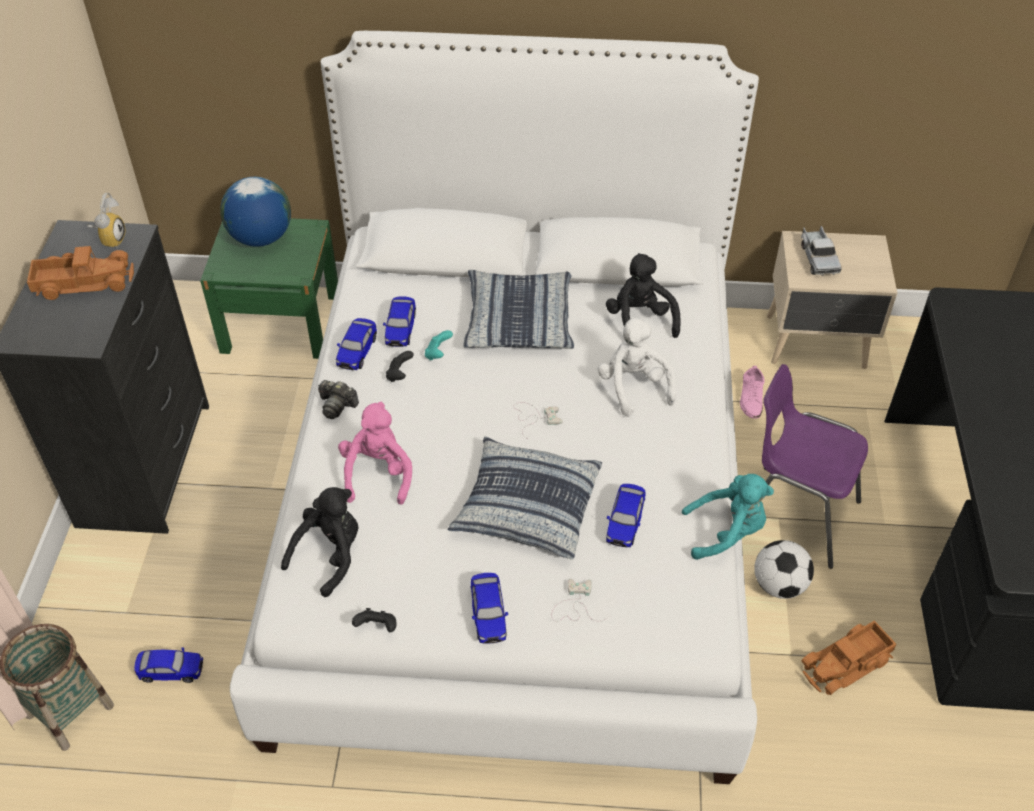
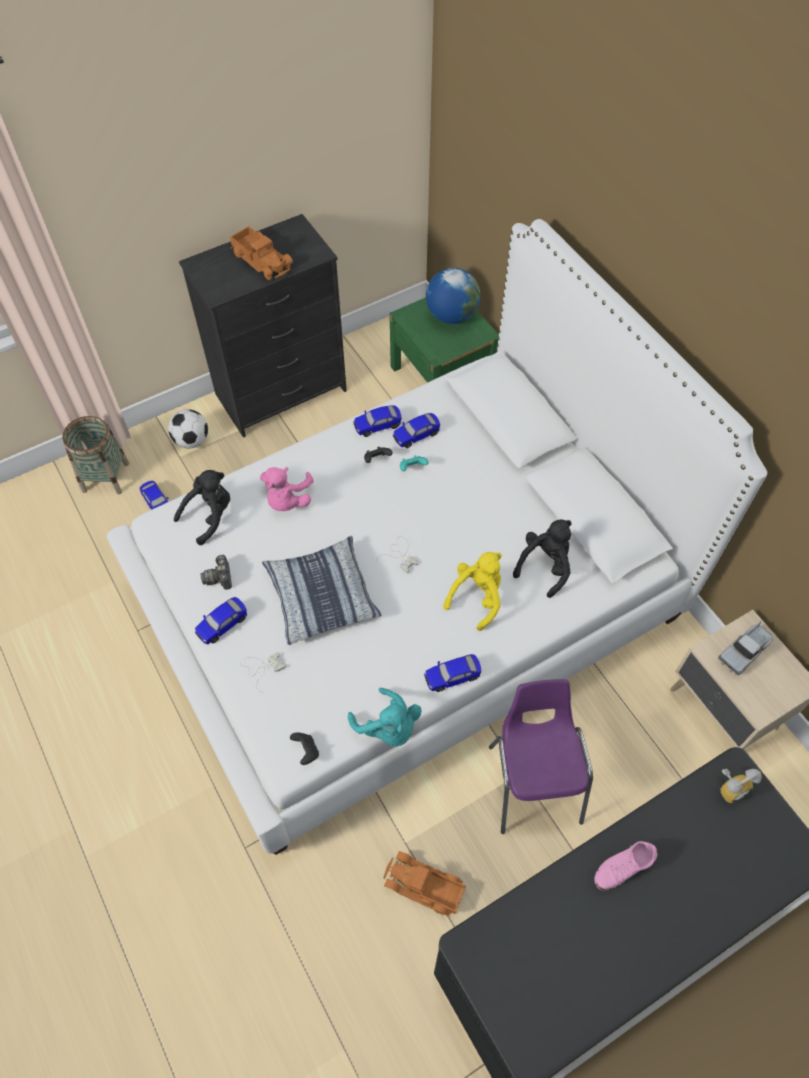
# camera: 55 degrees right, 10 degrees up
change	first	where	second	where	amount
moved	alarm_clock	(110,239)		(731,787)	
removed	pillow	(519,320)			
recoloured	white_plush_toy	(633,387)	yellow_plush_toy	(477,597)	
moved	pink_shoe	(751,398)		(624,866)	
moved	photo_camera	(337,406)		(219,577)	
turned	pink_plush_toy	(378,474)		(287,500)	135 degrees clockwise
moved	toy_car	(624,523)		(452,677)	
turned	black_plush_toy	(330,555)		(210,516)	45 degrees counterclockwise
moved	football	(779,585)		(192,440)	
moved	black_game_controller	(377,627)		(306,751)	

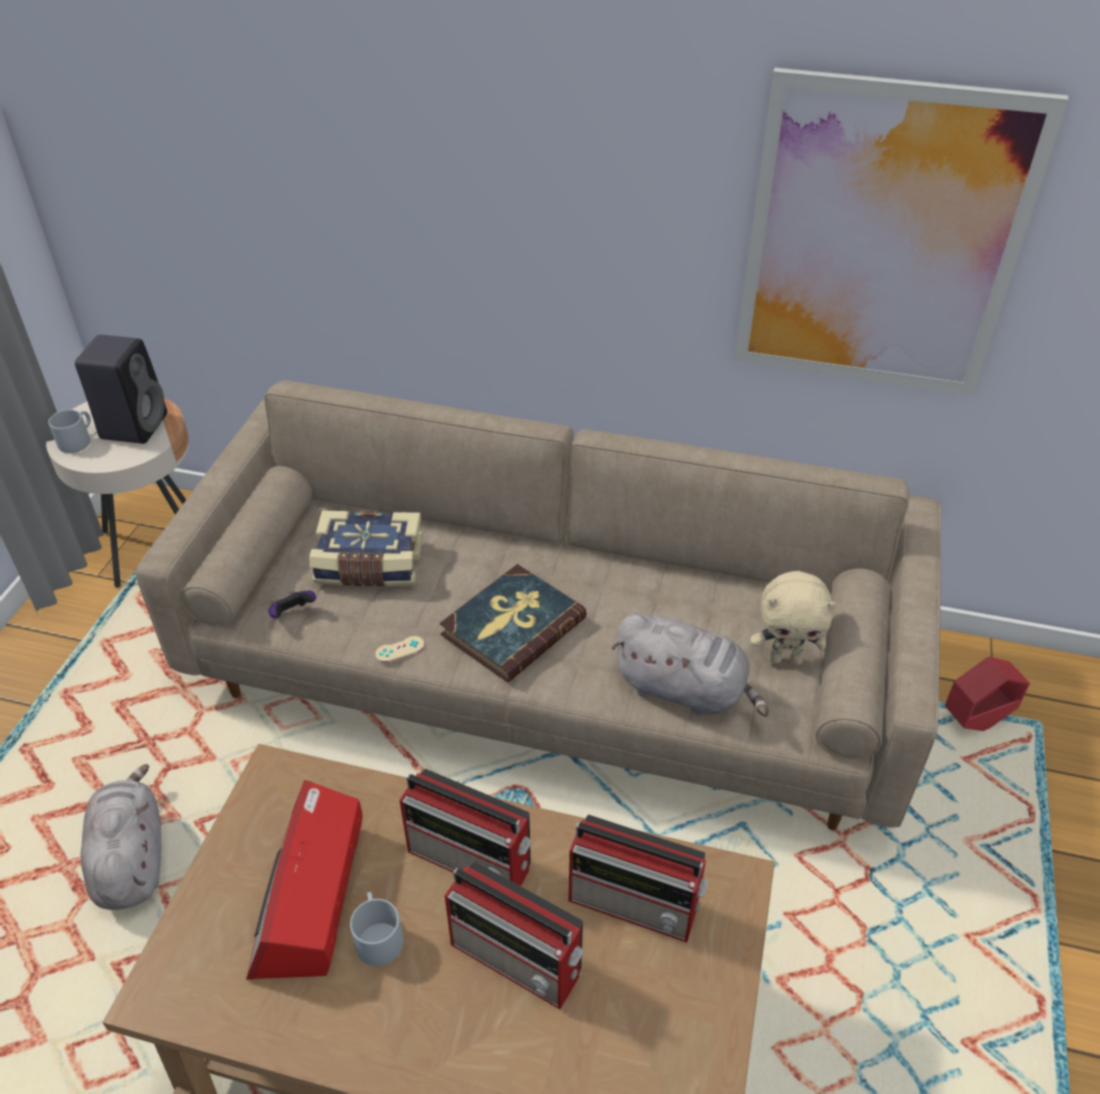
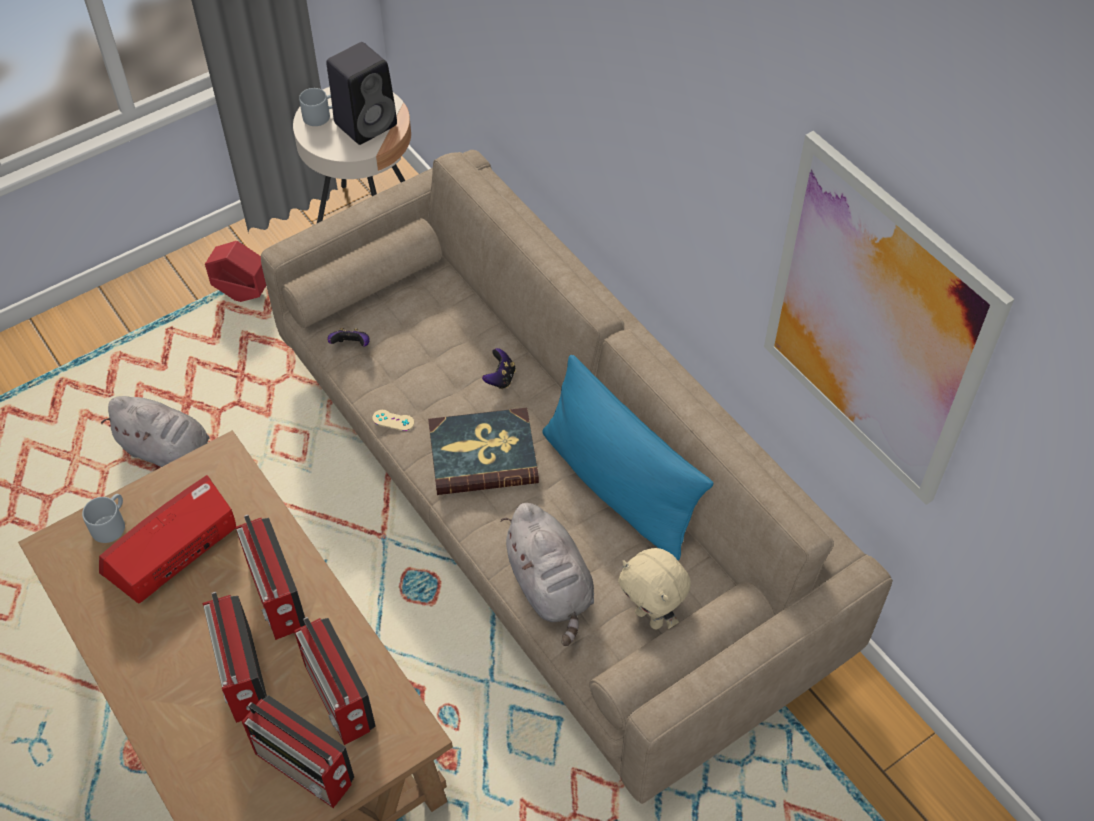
# camera: 40 degrees right, 10 degrees up
change	first	where	second	where	amount
removed	book	(369,565)			
moved	red_planter	(975,720)		(243,293)	
turned	grey_plush_toy	(131,859)		(169,452)	90 degrees clockwise
moved	grey_mug	(377,936)		(111,523)	
added			game_controller	(500,378)	
added			blue_pillow	(618,487)	
added			radio	(306,769)	

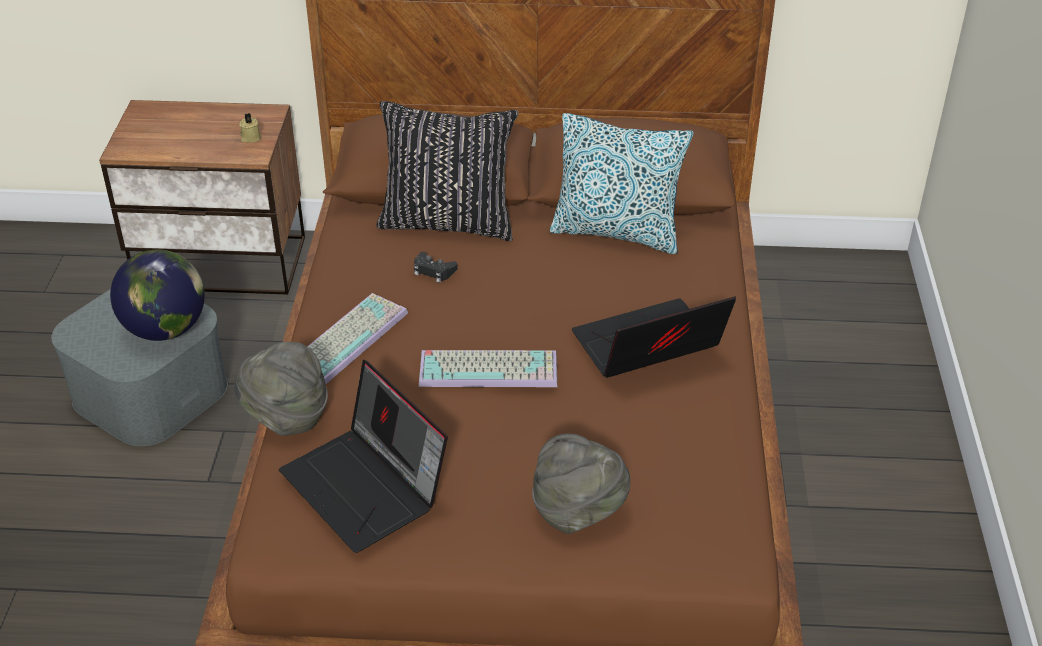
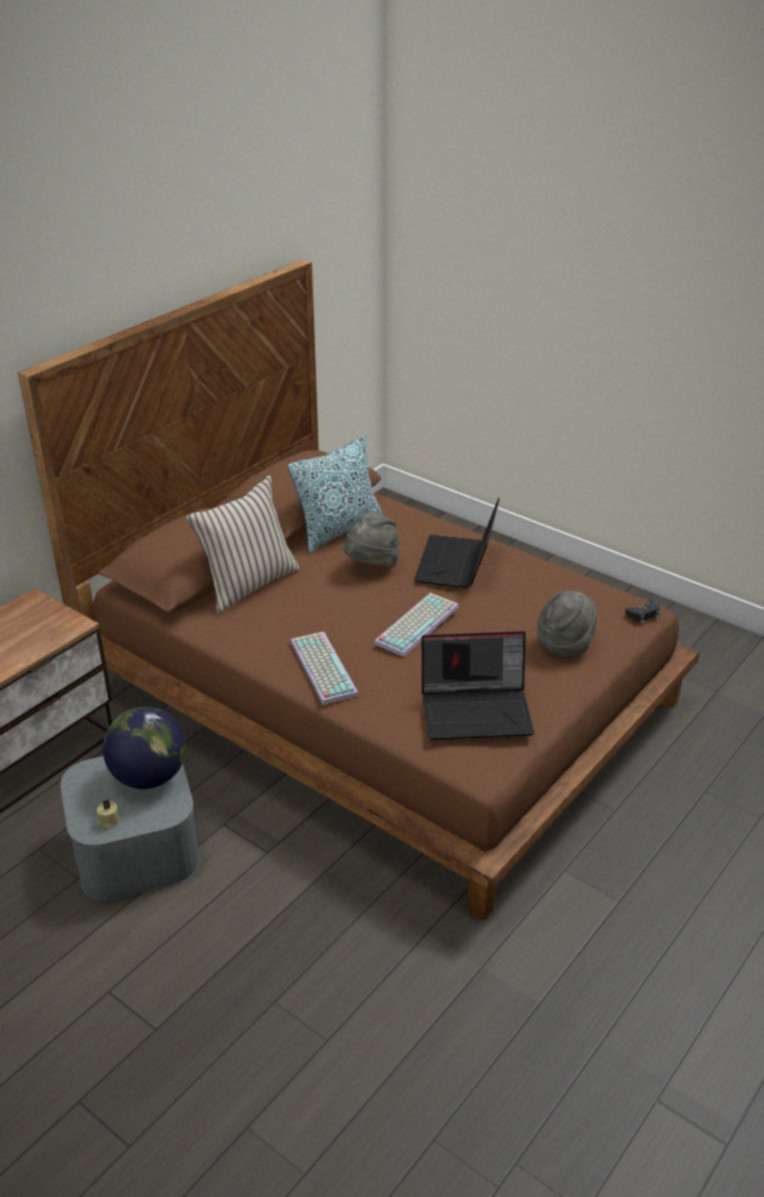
# camera: 55 degrees left, 5 degrees down
change	first	where	second	where	amount
recoloured	black_pillow	(448,222)	beige_pillow	(248,584)	
moved	beige_candle	(250,137)		(108,821)	
moved	black_game_controller	(433,271)		(643,615)	
moved	grey_hat	(286,417)		(372,565)	

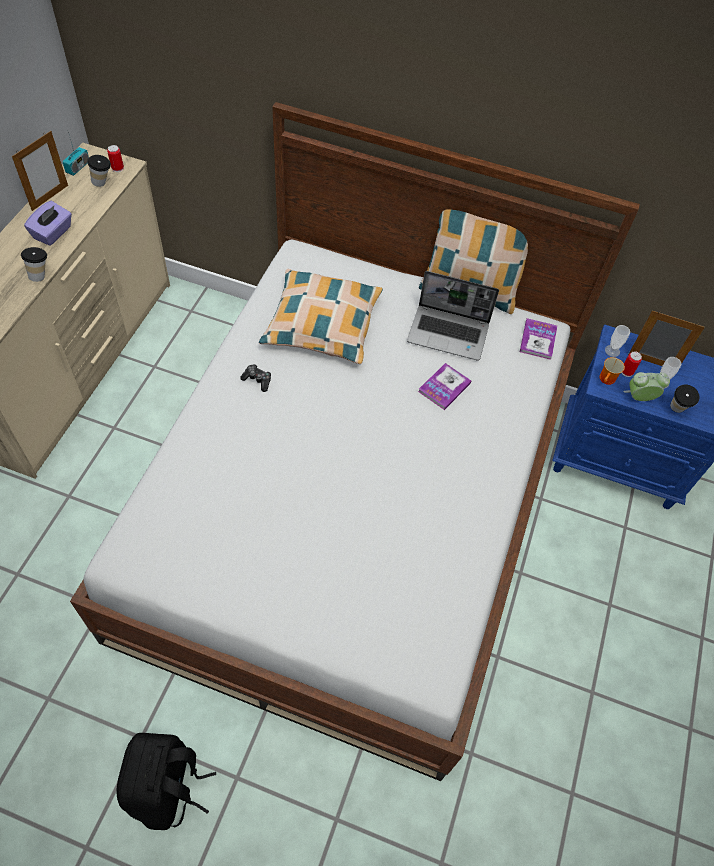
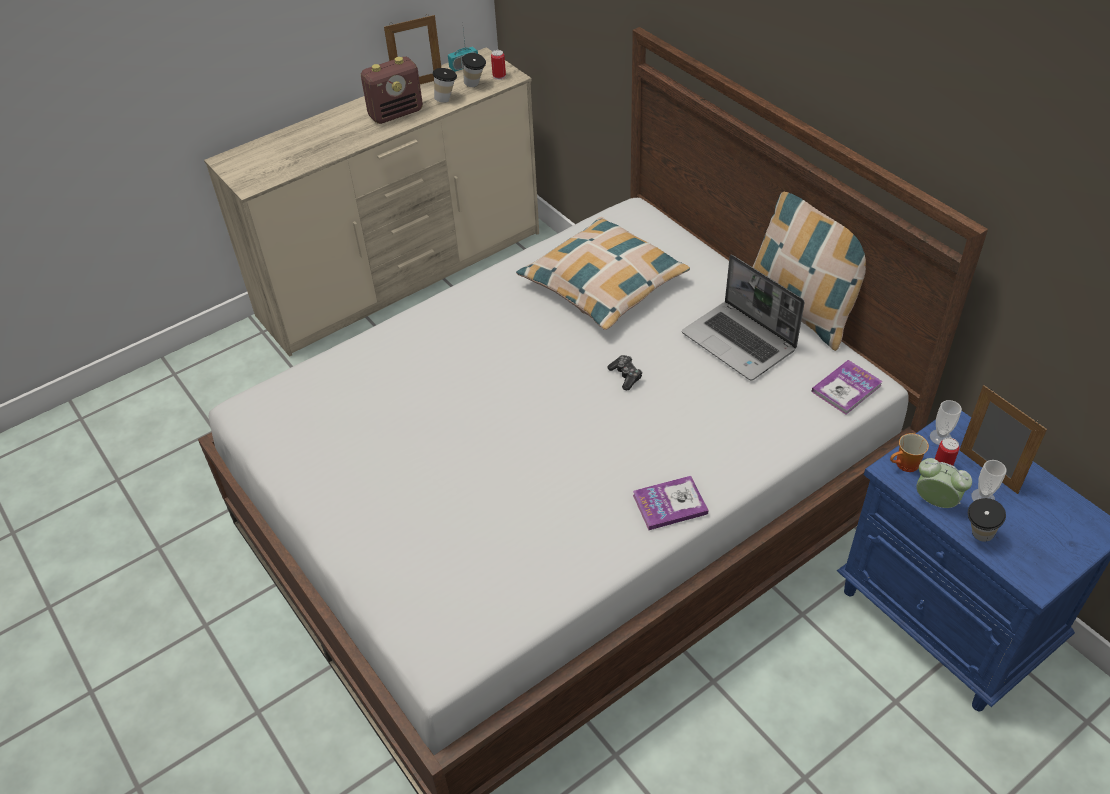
# camera: 40 degrees right, 10 degrees down
change	first	where	second	where	amount
replaced	purple_tissue_box	(53,233)	radio	(396,113)	
moved	cup	(41,275)		(447,99)	
moved	book	(444,387)		(670,504)	
moved	game_controller	(257,380)		(625,376)	
removed	black_backpack	(169,788)			

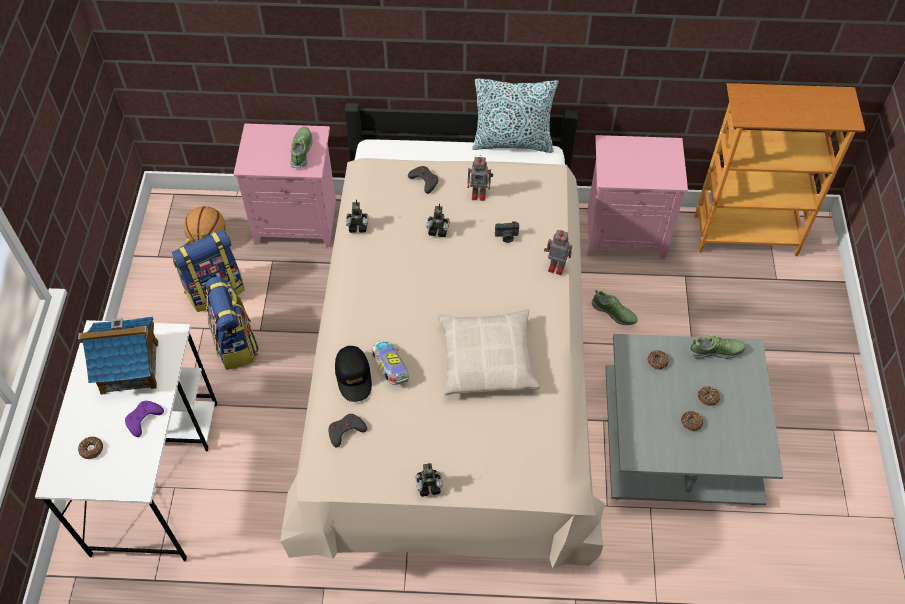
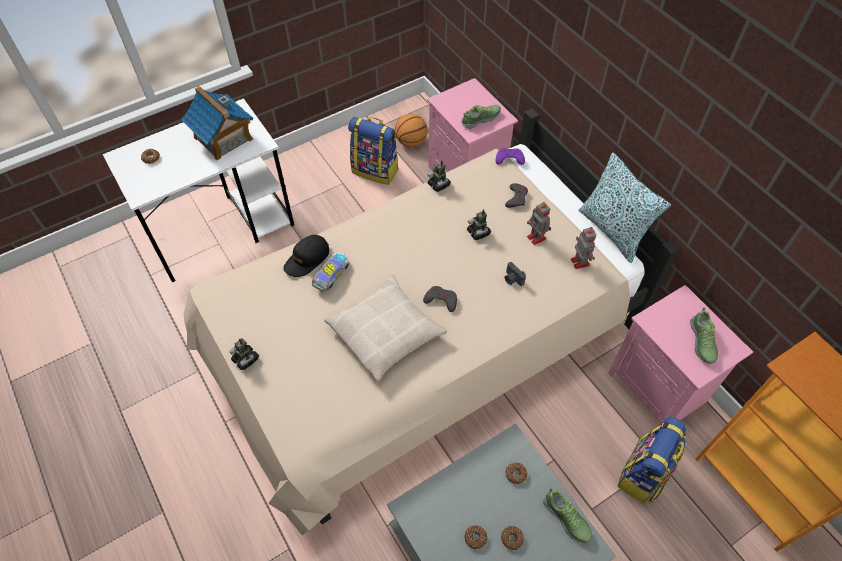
# camera: 55 degrees right, 0 degrees up
change	first	where	second	where	amount
moved	toy_robot	(555,266)		(579,261)	
moved	backpack	(236,344)		(644,474)	
moved	shoe	(614,313)		(702,342)	
moved	purple_game_controller	(143,419)		(509,159)	
moved	grey_game_controller	(346,431)		(441,300)	

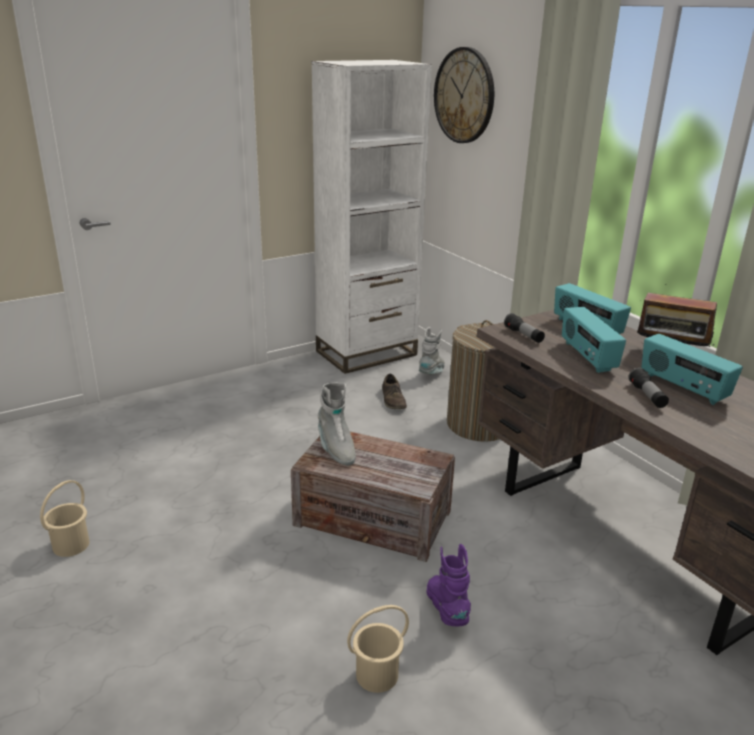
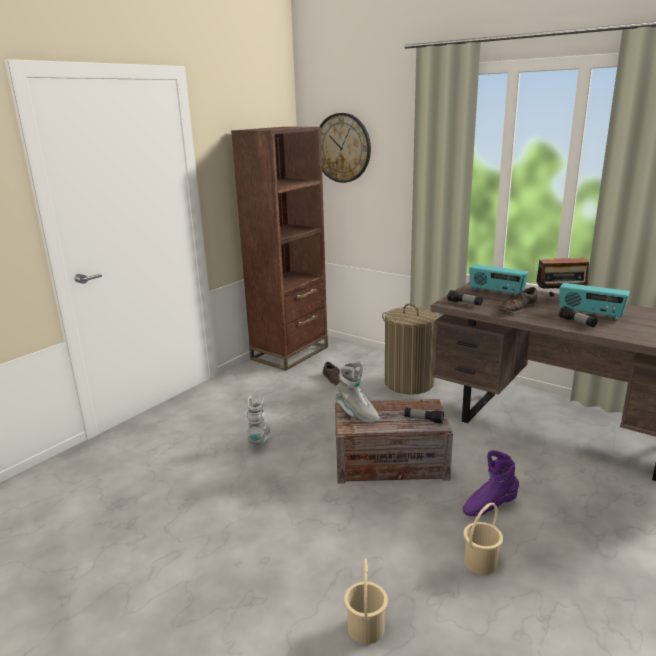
# camera: 20 degrees left, 5 degrees down
change	first	where	second	where	amount
recoloured	white_bookcase	(366,353)	brown_bookcase	(290,353)	
replaced	radio	(587,357)	brown_shoe	(517,308)	
moved	grey_boot	(432,373)		(260,440)	
moved	beige_bucket	(70,545)		(365,628)	
turned	purple_boot	(447,610)		(489,506)	75 degrees counterclockwise
added			flashlight	(423,420)	

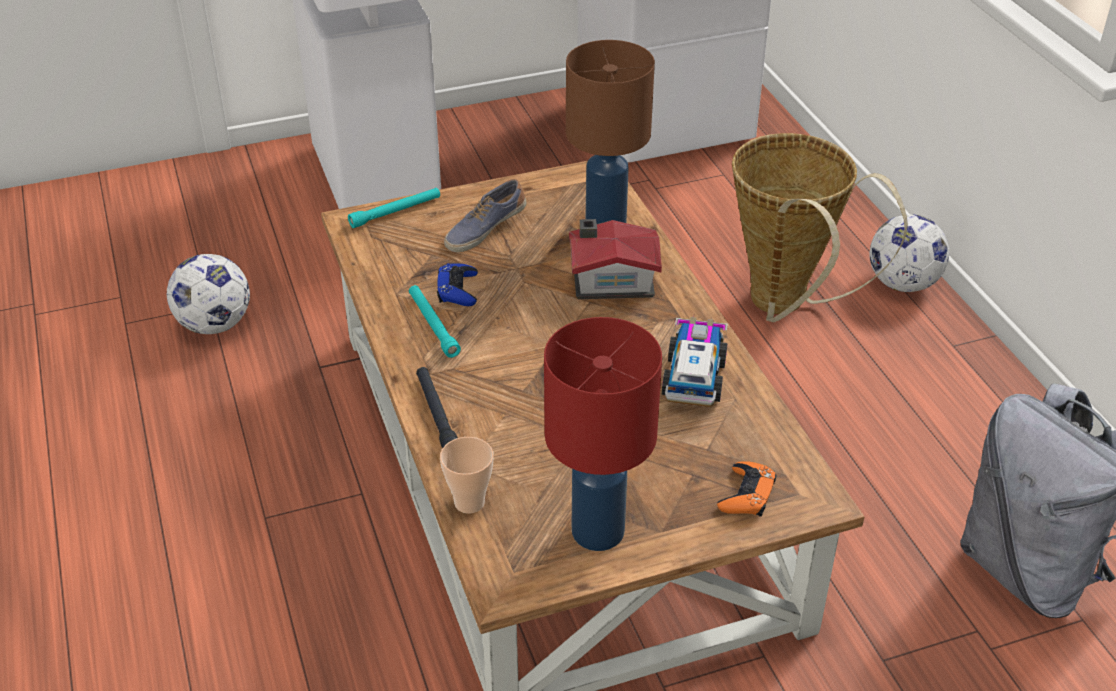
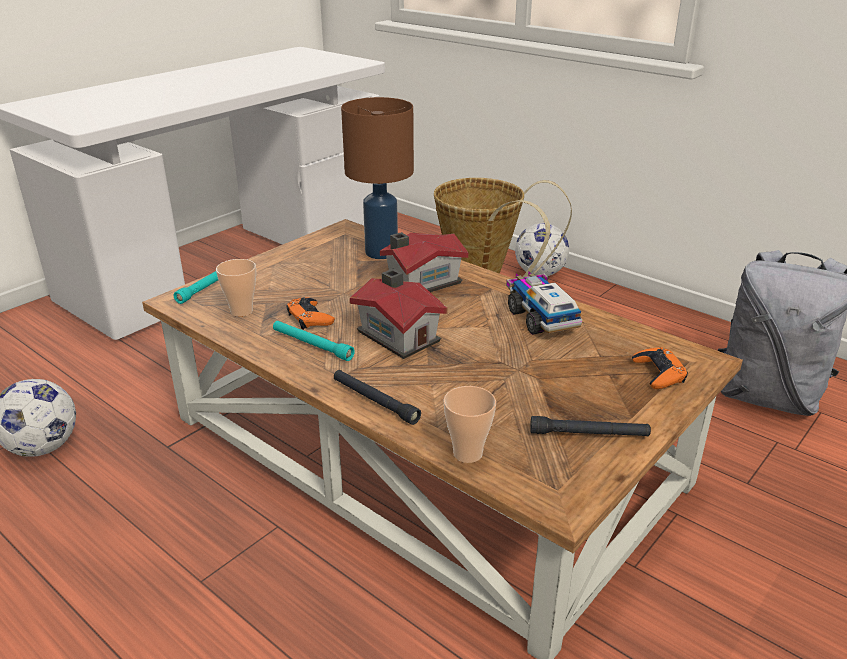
# camera: 30 degrees left, 10 degrees down
change	first	where	second	where	amount
removed	shoe	(484,230)			
recoloured	blue_game_controller	(457,290)	orange_game_controller	(310,318)	
replaced	red_table_lamp	(599,531)	black_flashlight	(589,434)	
added			cup	(241,311)	
added			toy_house	(399,335)	

